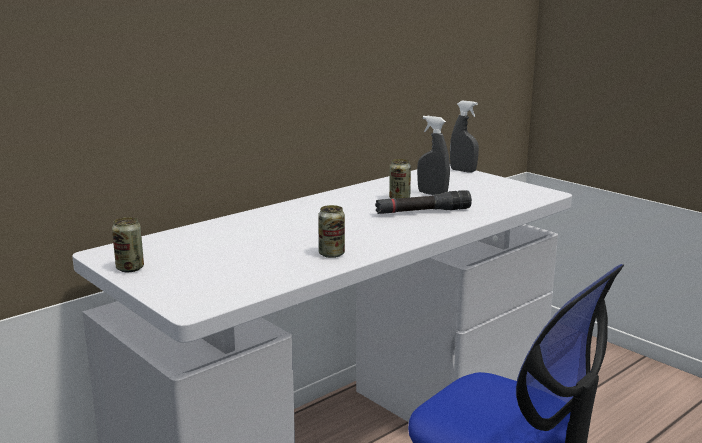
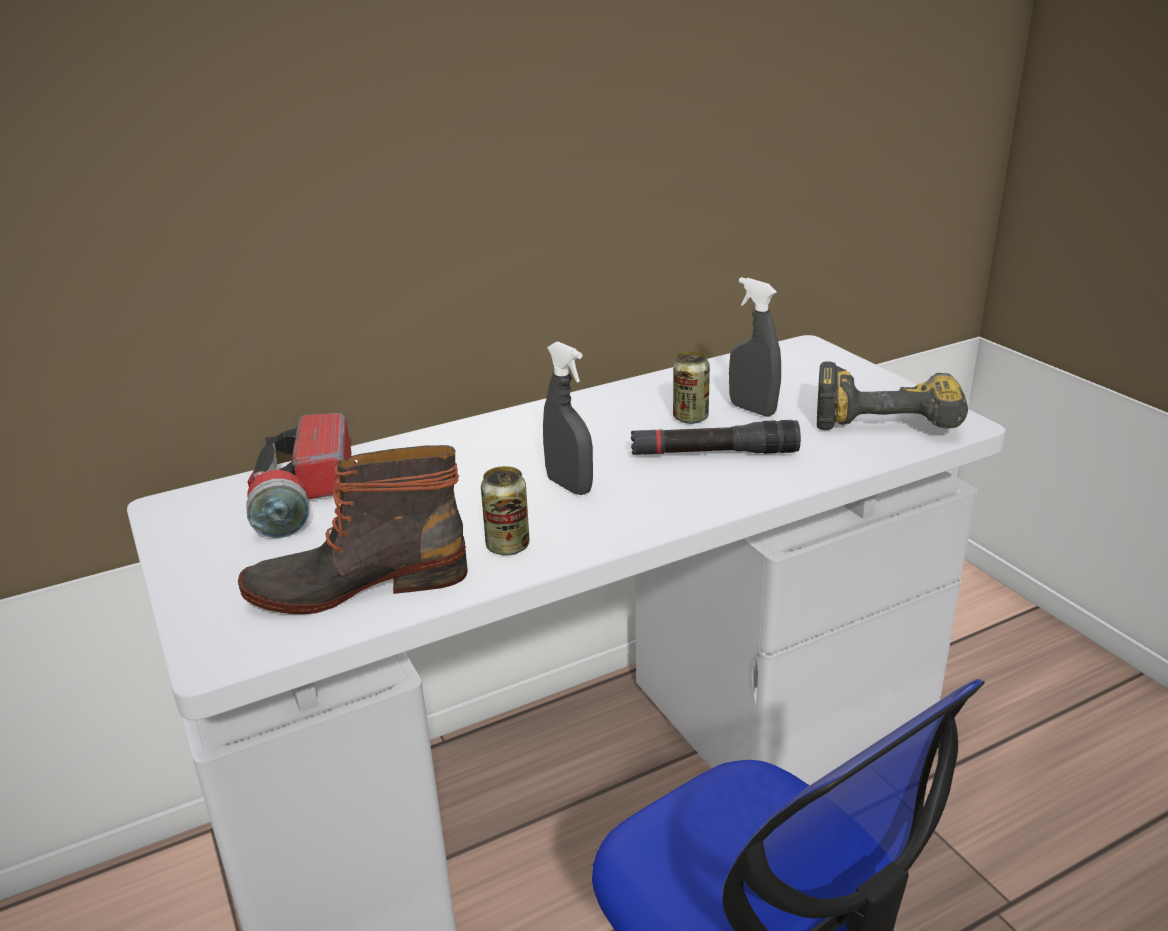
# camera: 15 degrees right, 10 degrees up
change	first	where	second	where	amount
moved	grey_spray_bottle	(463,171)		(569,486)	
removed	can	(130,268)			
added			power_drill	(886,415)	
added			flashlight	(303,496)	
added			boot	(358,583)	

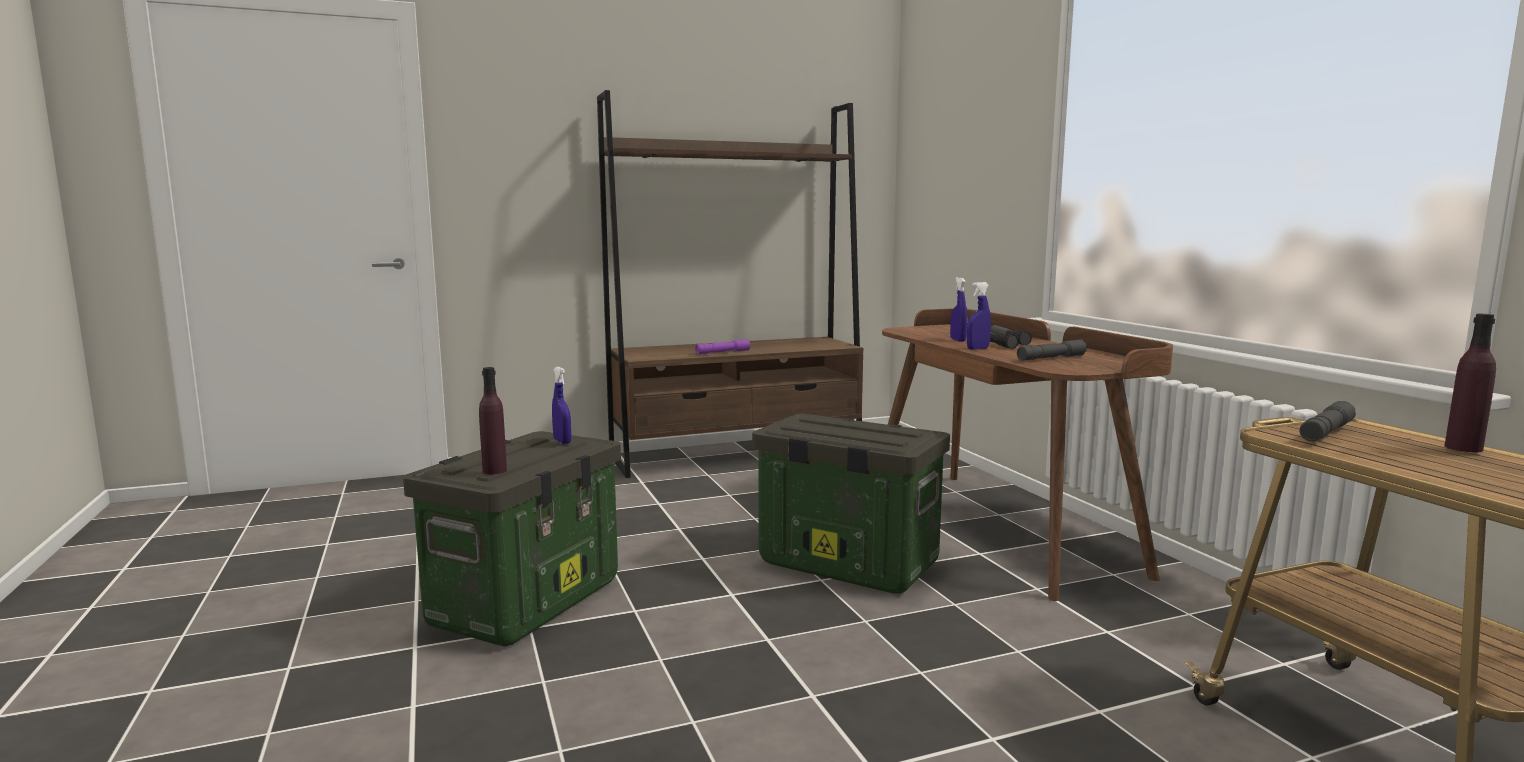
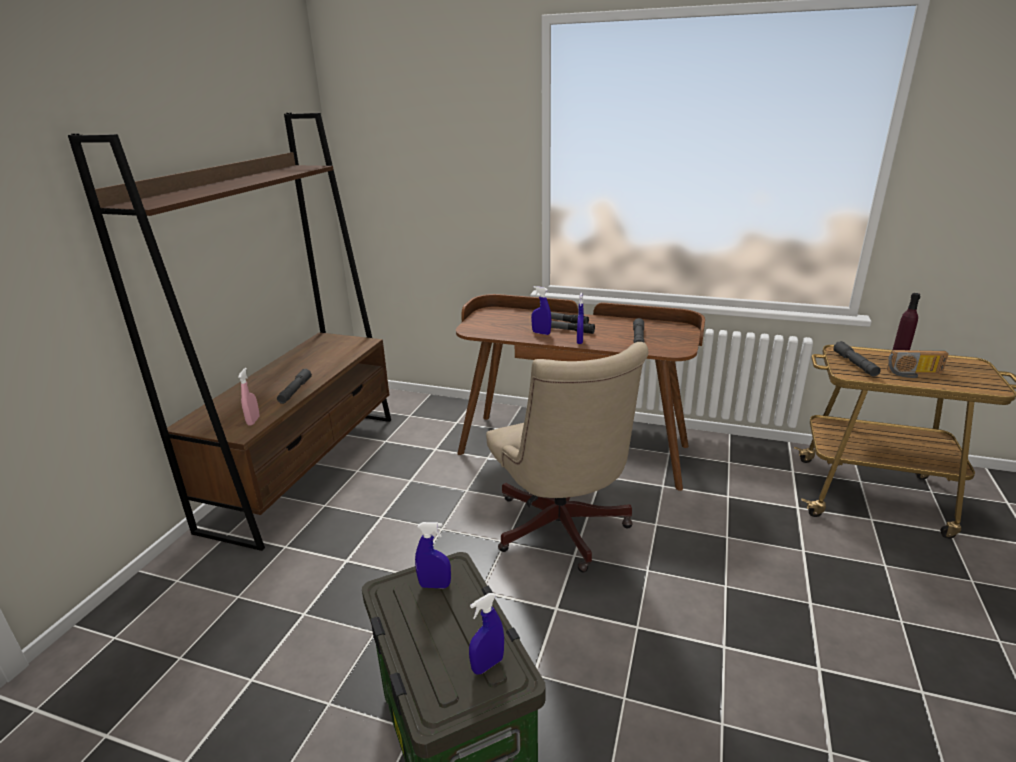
# camera: 50 degrees left, 15 degrees up
change	first	where	second	where	amount
recoloured	purple_flashlight	(722,352)	grey_flashlight	(295,391)	
replaced	purple_bottle	(494,471)	blue_spray_bottle	(487,665)	
replaced	storage_box	(845,564)	beige_office_chair	(562,532)	
added			radio	(914,374)	
added			pink_spray_bottle	(253,421)	

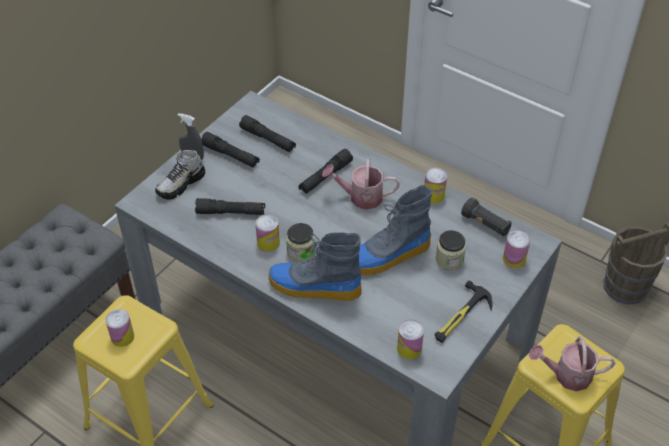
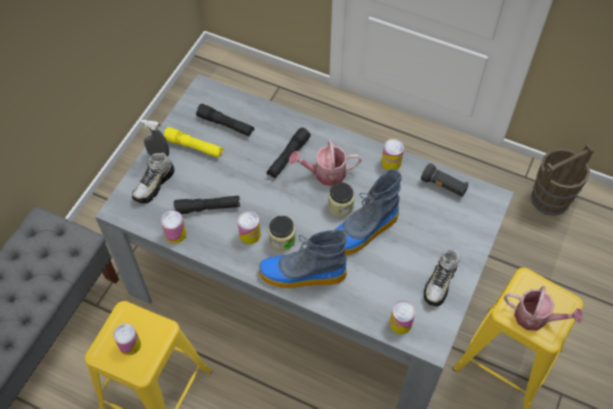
# camera: 10 degrees left, 10 degrees up
change	first	where	second	where	amount
recoloured	black_flashlight	(230,155)	yellow_flashlight	(194,147)	
moved	jar	(449,259)		(340,206)	
moved	can	(514,259)		(175,234)	
replaced	hammer	(461,316)	shoe	(440,283)	
turned	watering_can	(567,375)		(536,317)	150 degrees counterclockwise

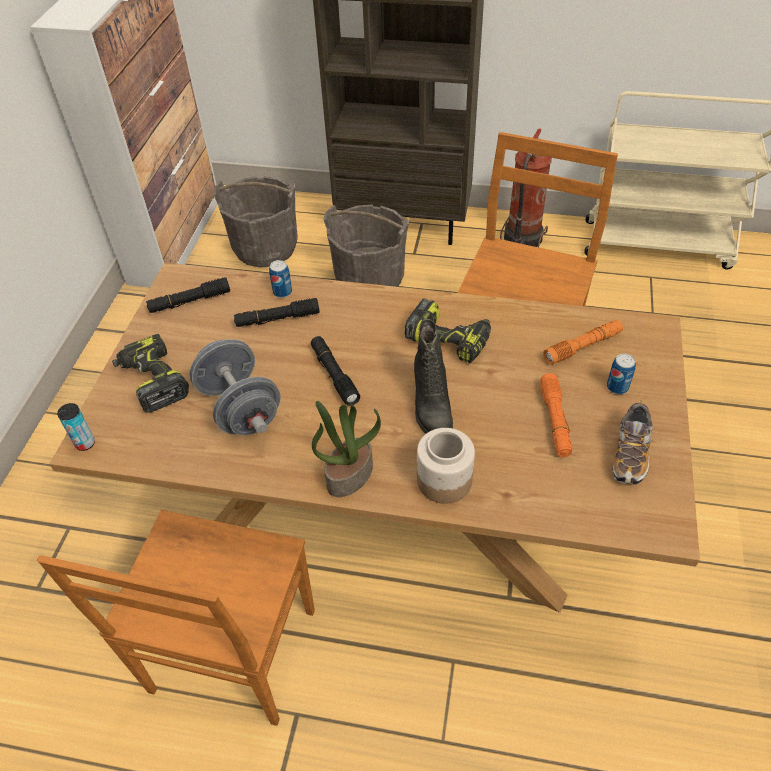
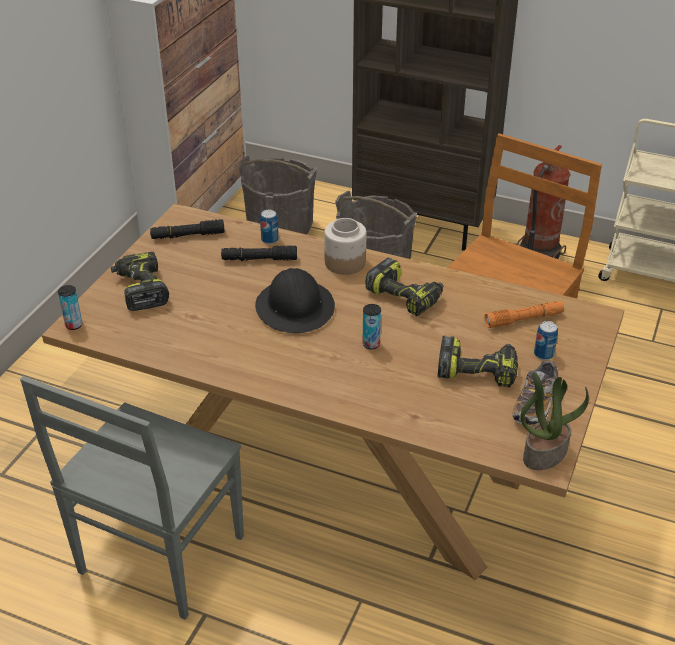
# camera: 10 degrees right, 10 degrees down
change	first	where	second	where	amount
replaced	black_boot	(430,408)	can	(371,344)	
replaced	black_flashlight	(334,375)	black_hard_hat	(295,308)	
removed	grey_dumbbell	(240,408)			
replaced	orange_flashlight	(555,420)	power_drill	(477,370)	
moved	potted_plant	(349,474)		(545,453)	
moved	jar	(443,481)		(344,263)	
recoloured	brown_chair	(231,655)	grey_chair	(159,557)	

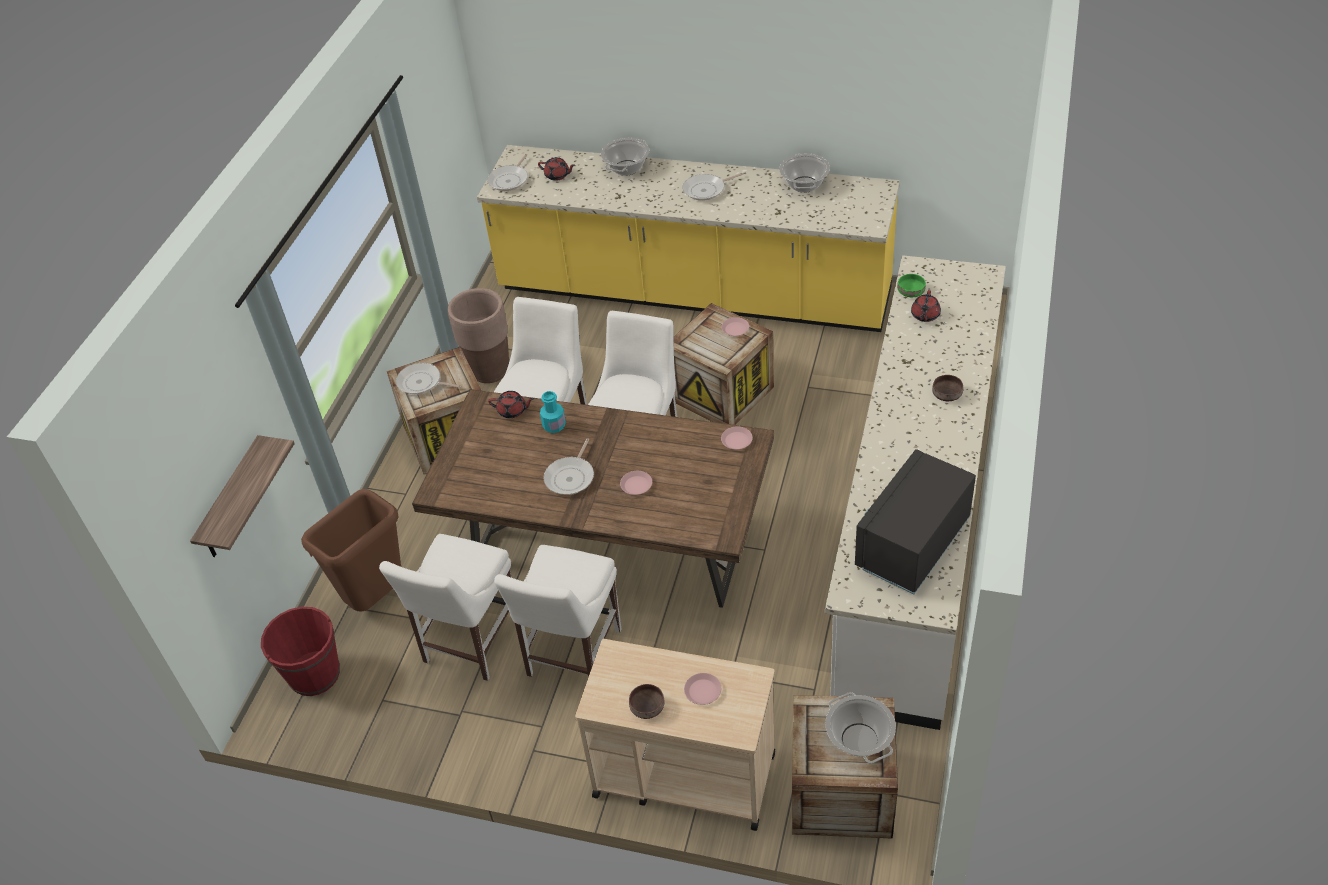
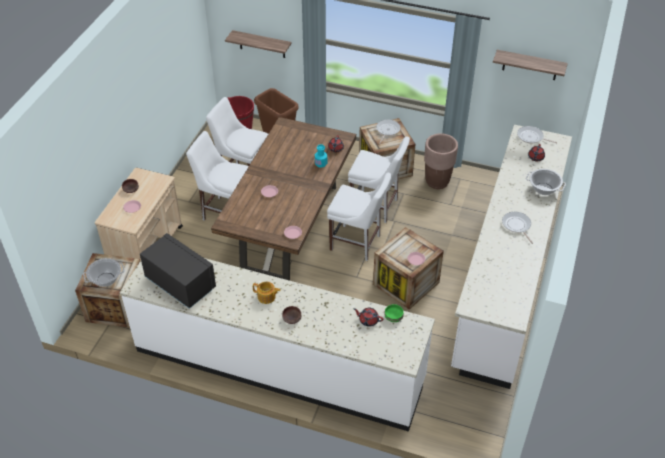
# camera: 90 degrees right, 0 degrees up
change	first	where	second	where	amount
recoloured	yellow_counter	(693,293)	white_counter	(506,276)	
removed	cooking_pot	(804,184)			
removed	frying_pan	(571,477)			
added			shelf	(530,65)	
added			teapot	(267,297)	

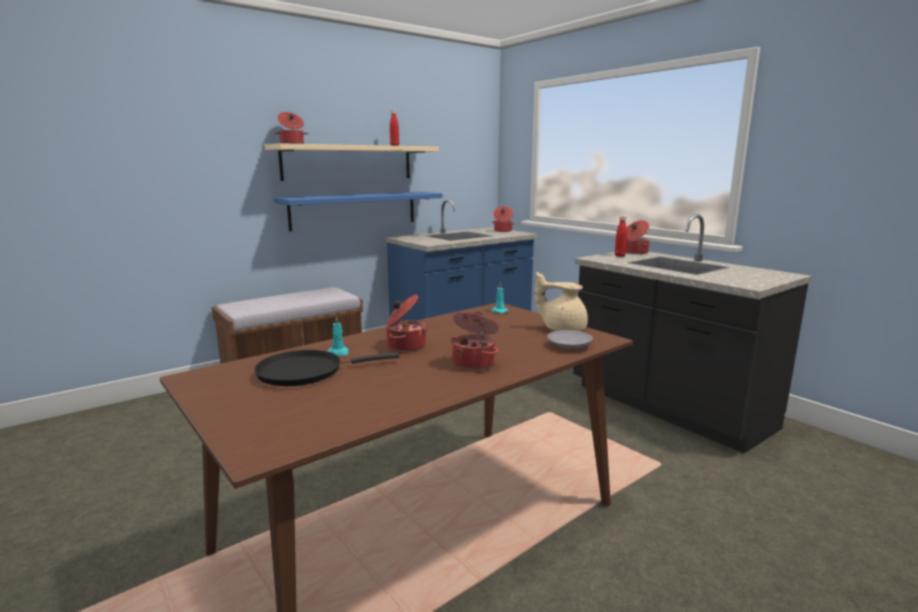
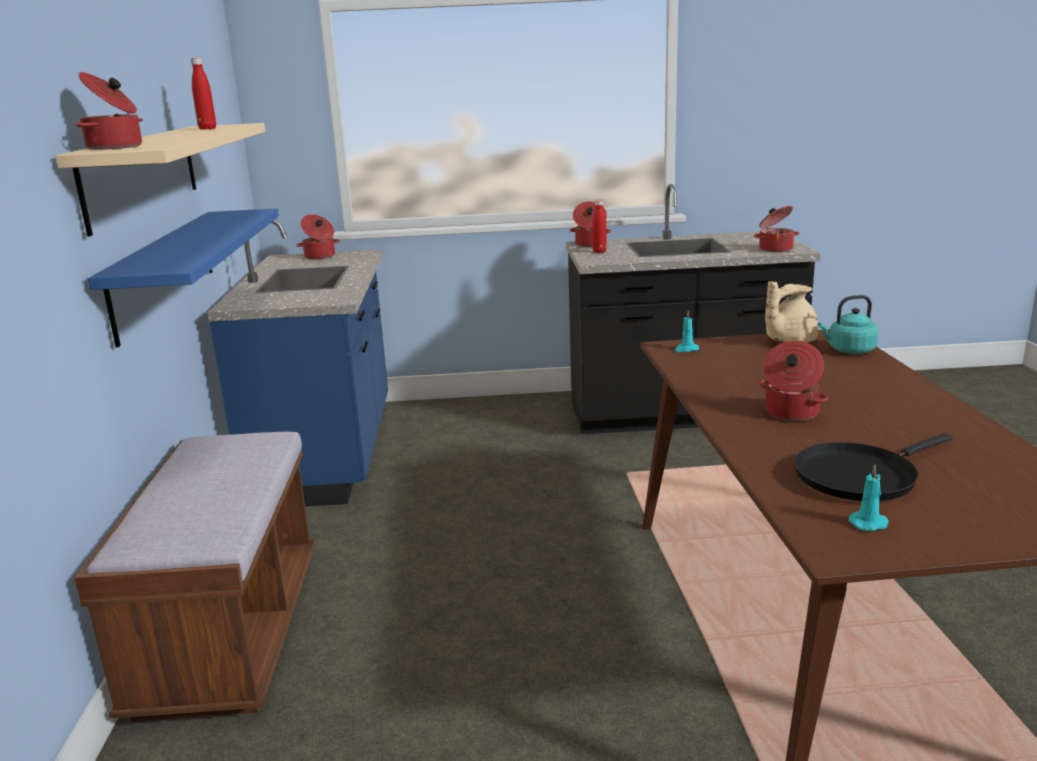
# camera: 55 degrees left, 5 degrees up
change	first	where	second	where	amount
moved	cooking_pot	(474,363)		(775,249)	
moved	turquoise_candle	(339,352)		(869,523)	
replaced	grey_plate	(568,346)	turquoise_kettle	(849,351)	
turned	black_frying_pan	(306,372)		(859,476)	45 degrees clockwise

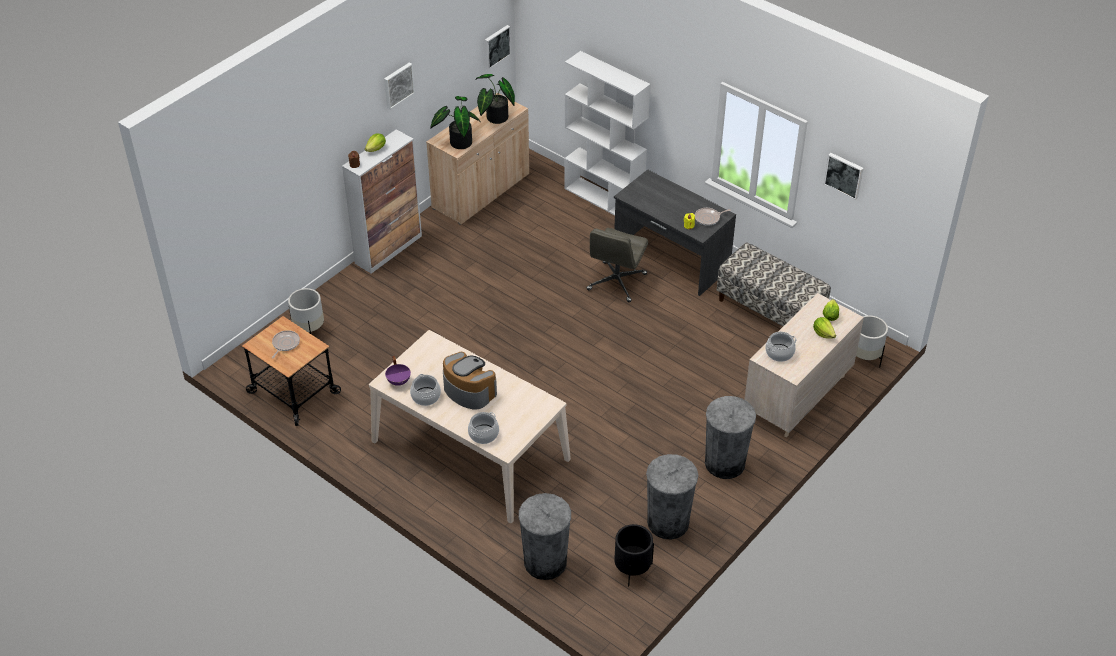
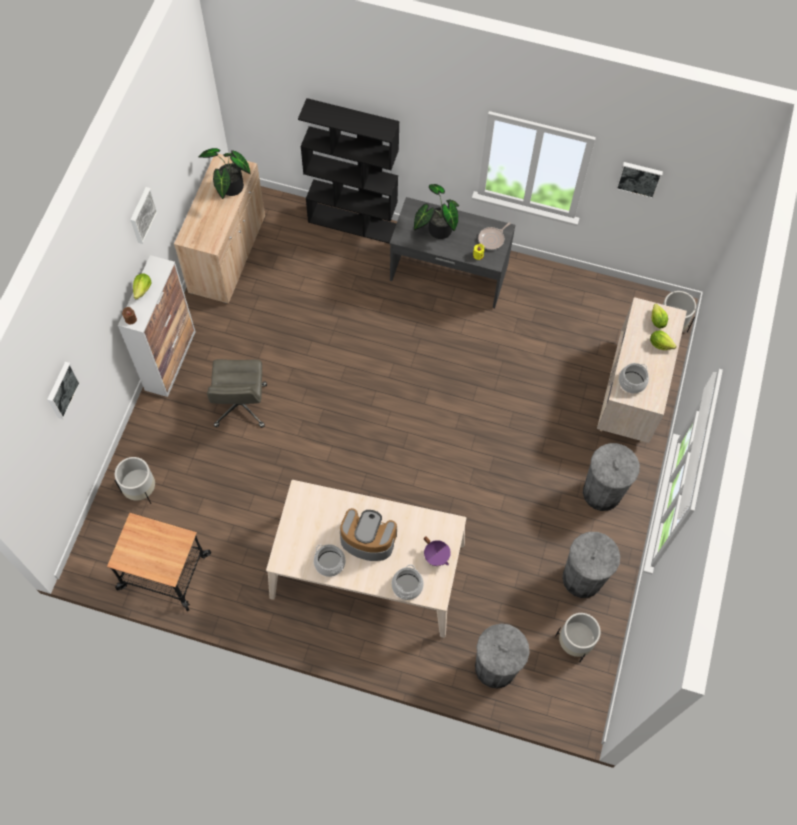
# camera: 25 degrees left, 20 degrees up
change	first	where	second	where	amount
moved	picture	(496,46)		(61,390)	
recoloured	white_bookcase	(604,200)	black_bookcase	(353,223)	
moved	potted_plant	(458,142)		(437,229)	
moved	grey_office_chair	(616,282)		(241,406)	
removed	bench	(770,310)			
removed	frying_pan	(285,344)			
moved	purple_cooking_pot	(399,381)		(436,556)	
recoloured	black_planter	(632,569)	white_planter	(574,642)	

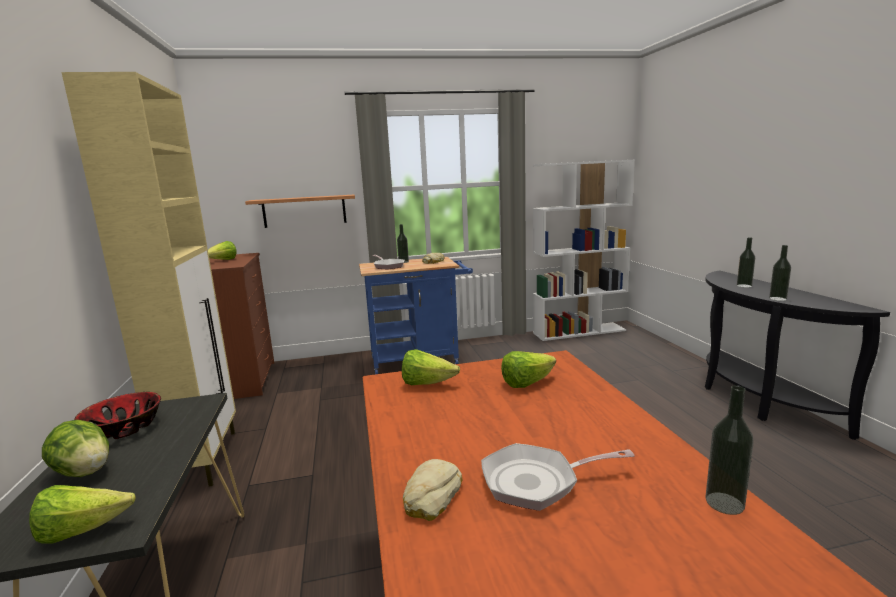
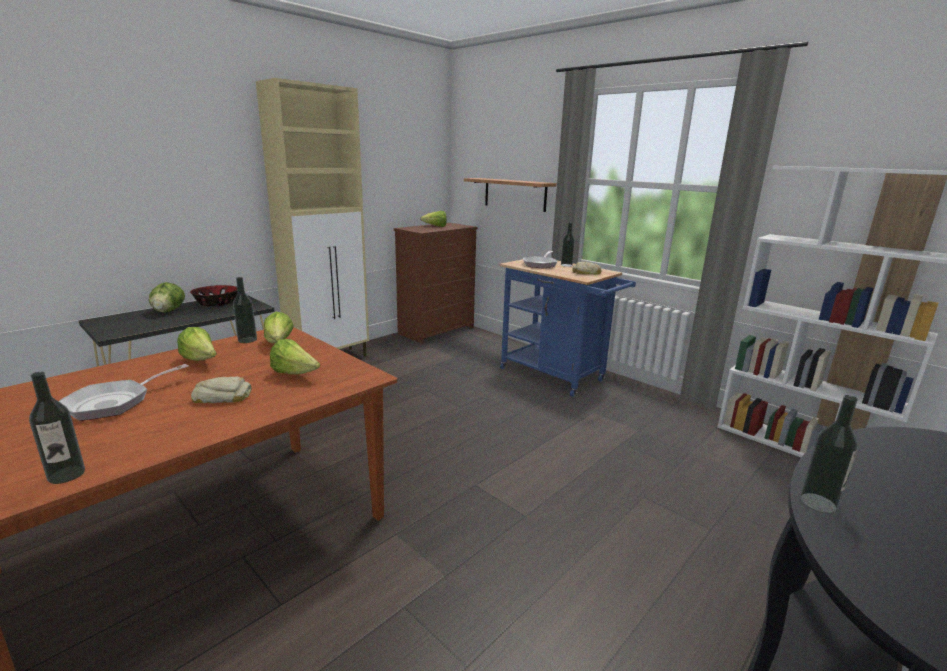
# camera: 55 degrees right, 5 degrees up
change	first	where	second	where	amount
moved	bottle	(744,286)		(247,340)	
turned	frying_pan	(537,482)		(114,402)	105 degrees counterclockwise
moved	bread	(430,496)		(222,396)	
moved	lettuce	(83,530)		(201,360)	

